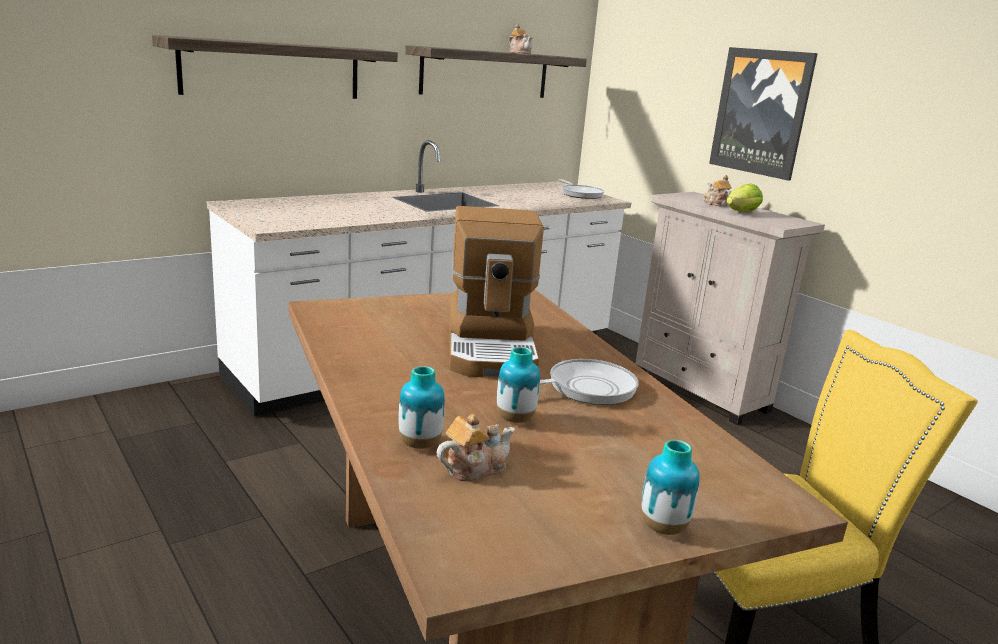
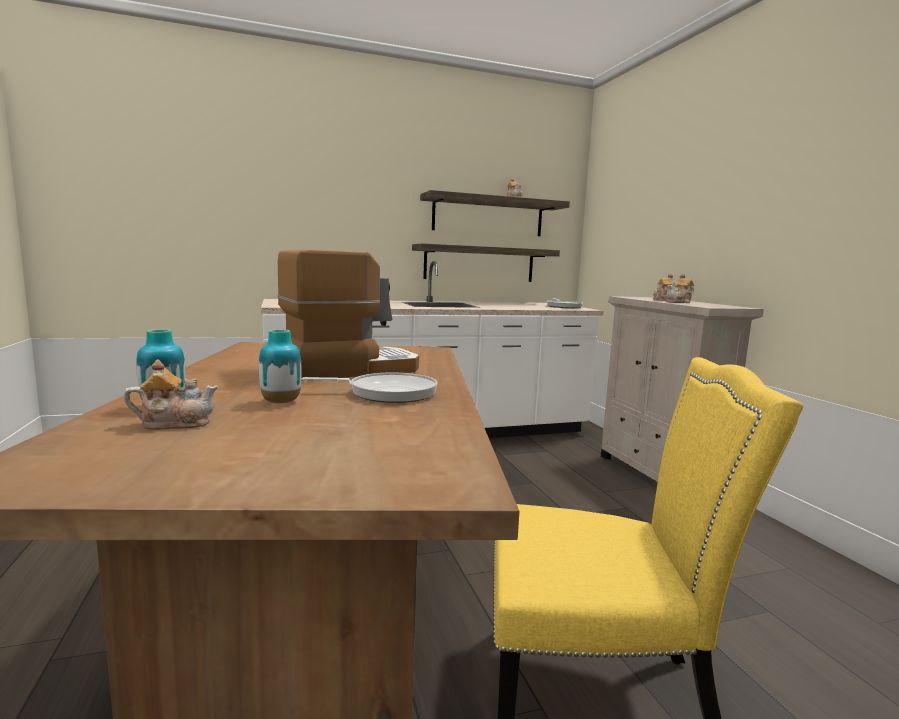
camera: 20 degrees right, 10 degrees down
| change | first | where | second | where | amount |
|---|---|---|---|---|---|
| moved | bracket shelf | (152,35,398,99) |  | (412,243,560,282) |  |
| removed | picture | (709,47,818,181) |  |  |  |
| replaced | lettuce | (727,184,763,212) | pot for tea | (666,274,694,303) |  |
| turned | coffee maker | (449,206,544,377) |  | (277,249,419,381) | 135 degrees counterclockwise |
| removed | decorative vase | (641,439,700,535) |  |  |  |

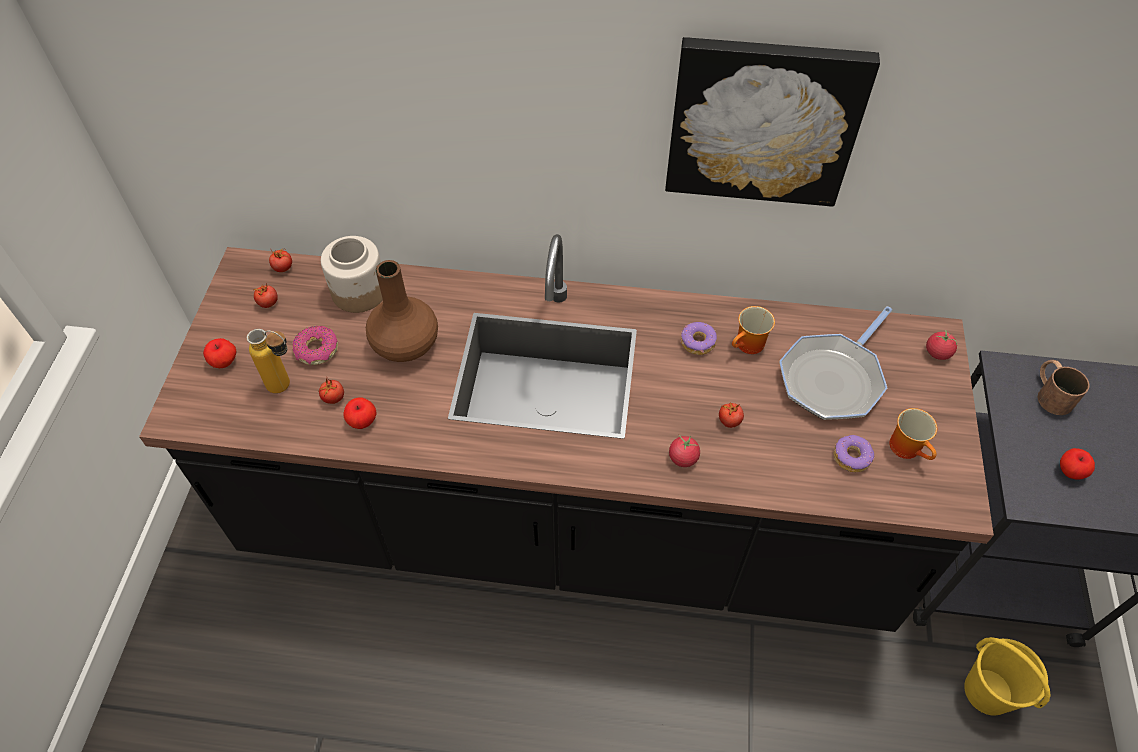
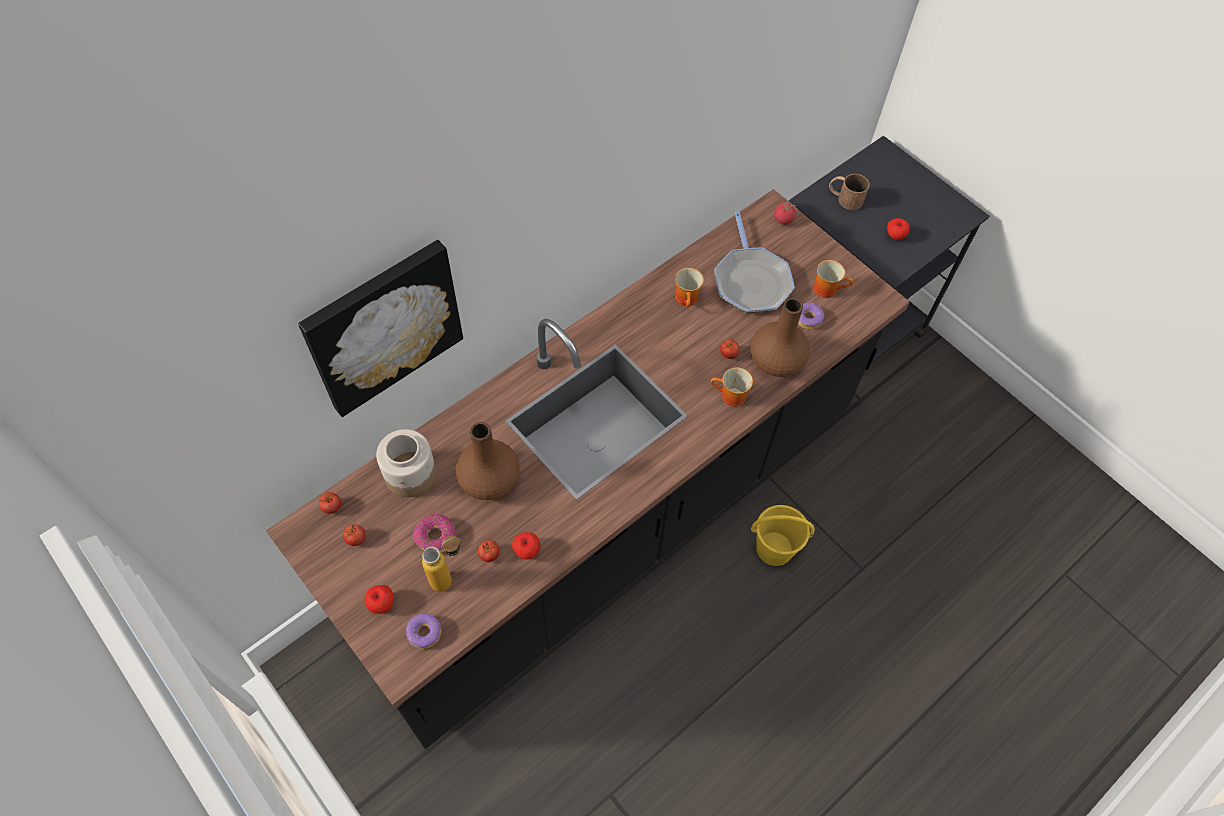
camera: 50 degrees left, 5 degrees up
| change | first | where | second | where | amount |
|---|---|---|---|---|---|
| moved | picture | (665,37,880,207) |  | (298,240,463,417) |  |
| moved | doughnut | (681,322,717,355) |  | (406,613,441,649) |  |
| replaced | tomato | (669,434,700,467) | coffee mug | (711,367,753,407) |  |
| moved | yellow-coloured bucket | (964,637,1051,716) |  | (751,505,815,566) |  |
| added |  |  | brown-coloured decorative vase | (750,298,810,377) |  |

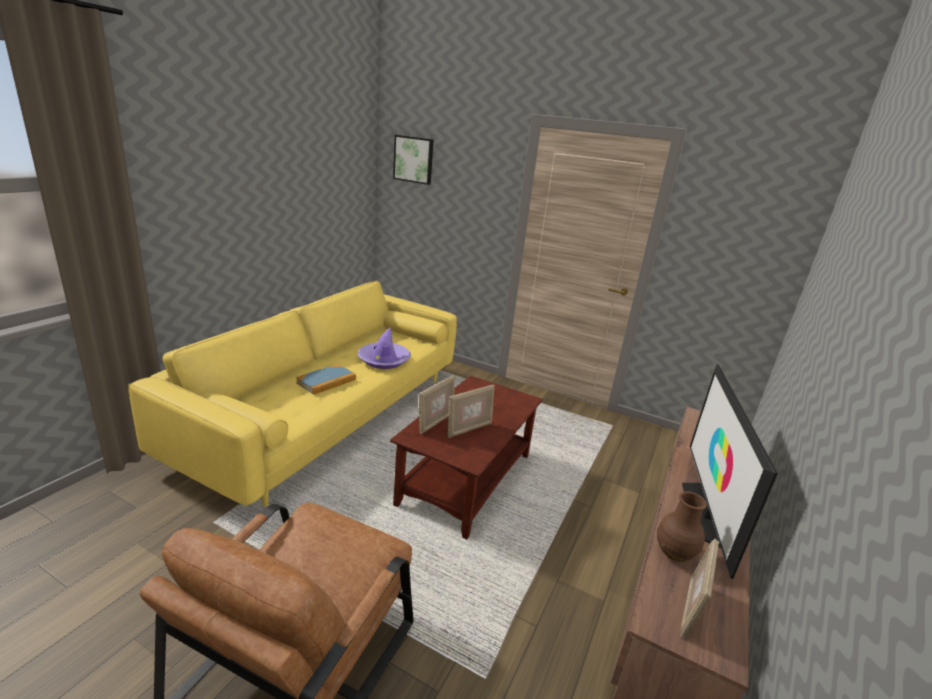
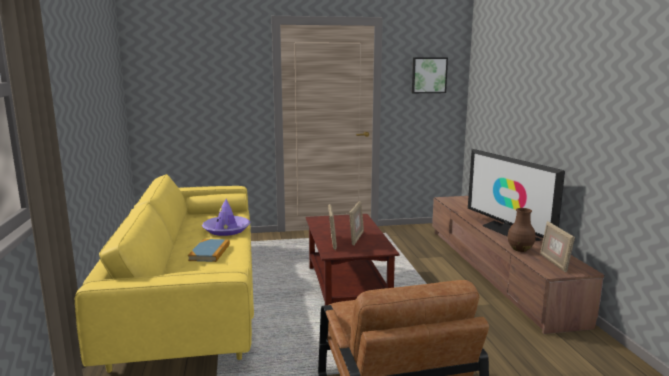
camera: 35 degrees left, 10 degrees down
| change | first | where | second | where | amount |
|---|---|---|---|---|---|
| moved | picture | (393,135,434,185) |  | (412,58,448,93) |  |

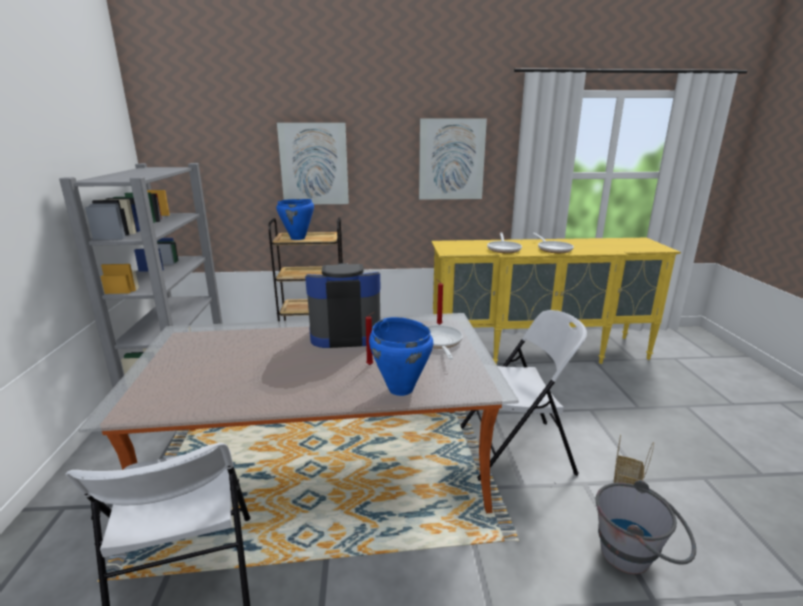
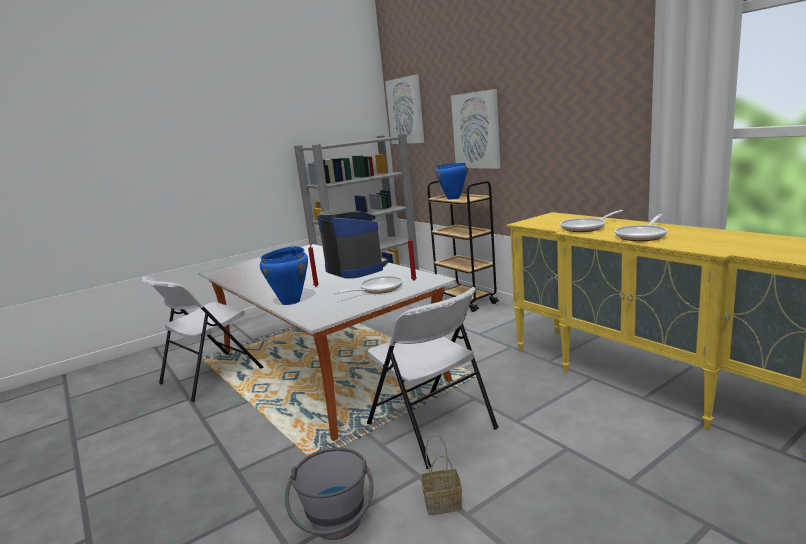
camera: 60 degrees right, 5 degrees down
| change | first | where | second | where | amount |
|---|---|---|---|---|---|
| moved | picture | (419,118,487,200) |  | (385,75,424,144) |  |

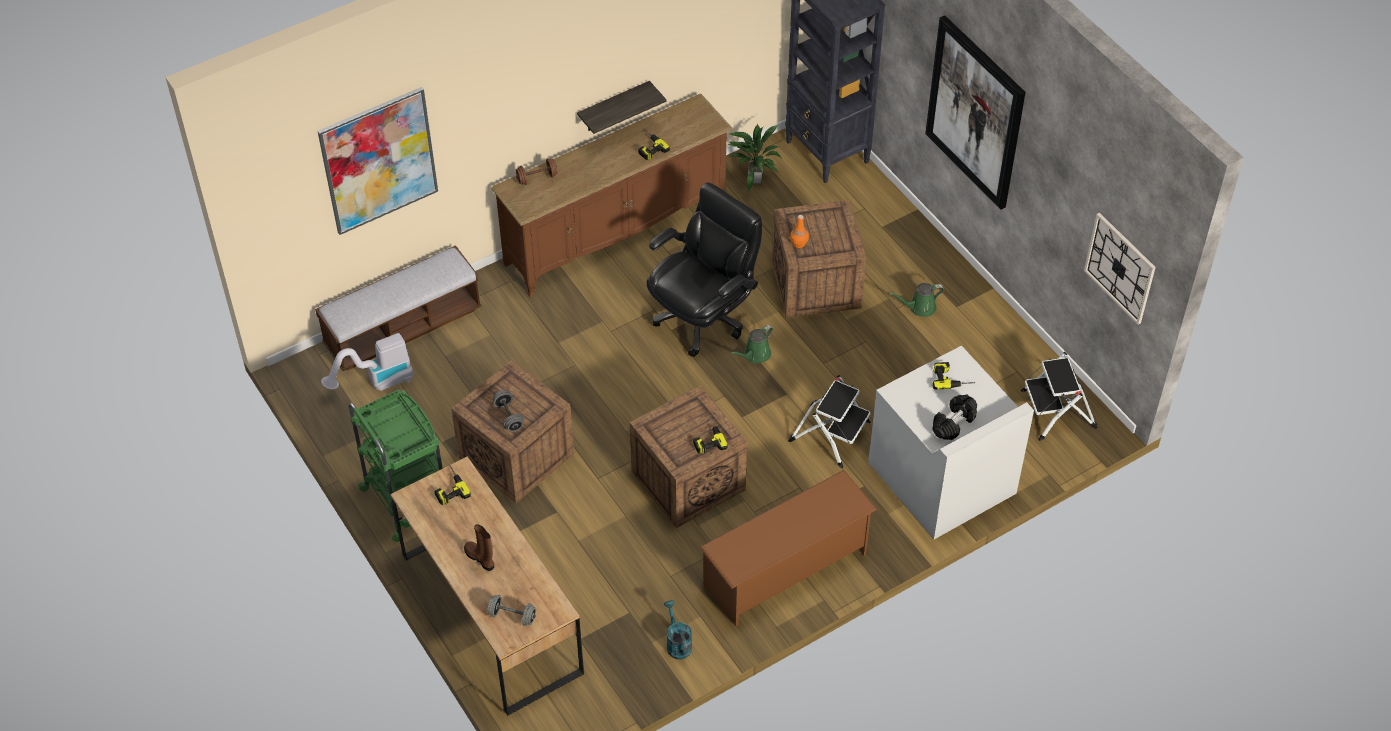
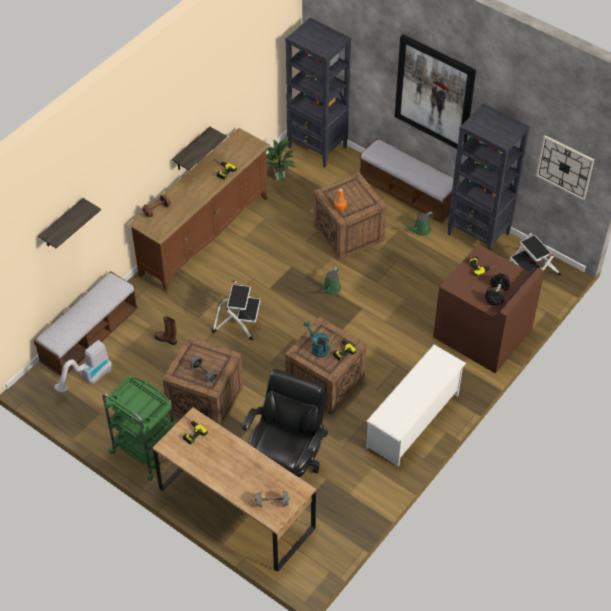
camera: 20 degrees left, 0 degrees up
| change | first | where | second | where | amount |
|---|---|---|---|---|---|
| replaced | picture | (318,87,438,235) | bracket shelf | (38,198,101,248) |  |
| moved | blackish computer chair | (647,182,762,357) |  | (242,369,328,477) |  |
| recoloured | white-coloured laundry machine | (868,345,1034,540) | brown-coloured laundry machine | (433,244,545,374) |  |
| moved | step ladder | (788,375,871,468) |  | (212,280,260,340) |  |
| recoloured | brown-coloured shoe stand | (700,470,877,626) | white-coloured shoe stand | (366,345,466,466) |  |
| moved | brown-coloured tall boot | (464,524,494,571) |  | (155,316,177,345) |  |
| moved | blue-green sprinkling can | (664,600,692,660) |  | (303,321,330,358) |  |
| added |  |  | blackish shelving unit | (447,103,530,250) |  |
| added |  |  | bench | (360,138,461,222) |  |

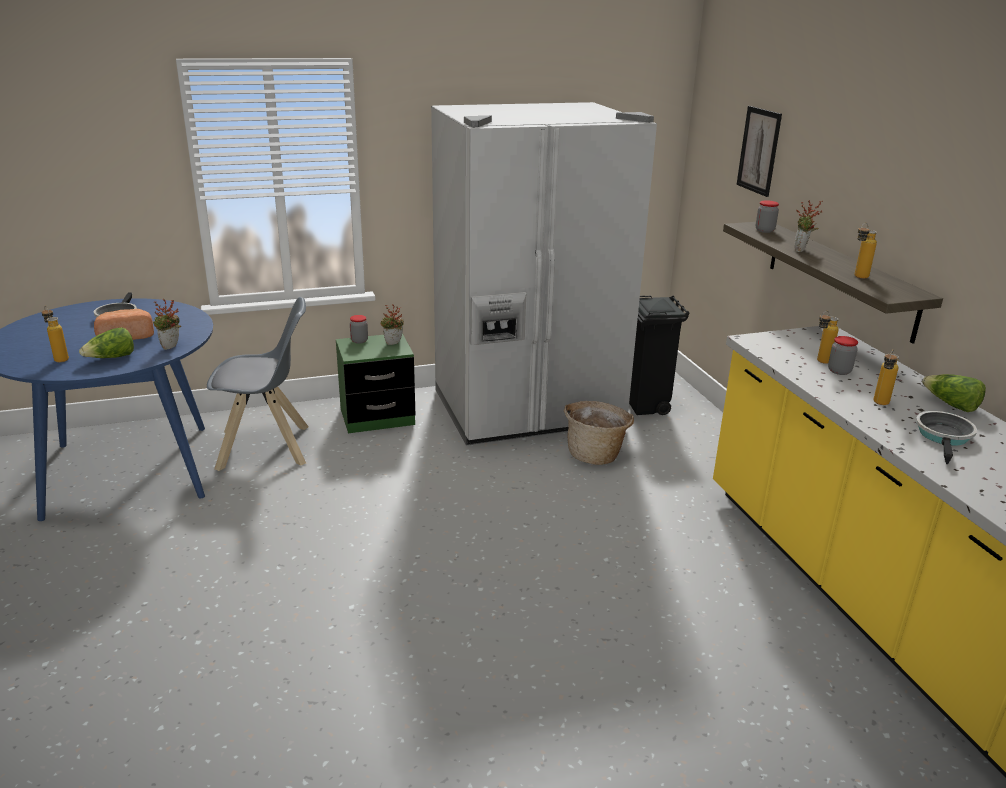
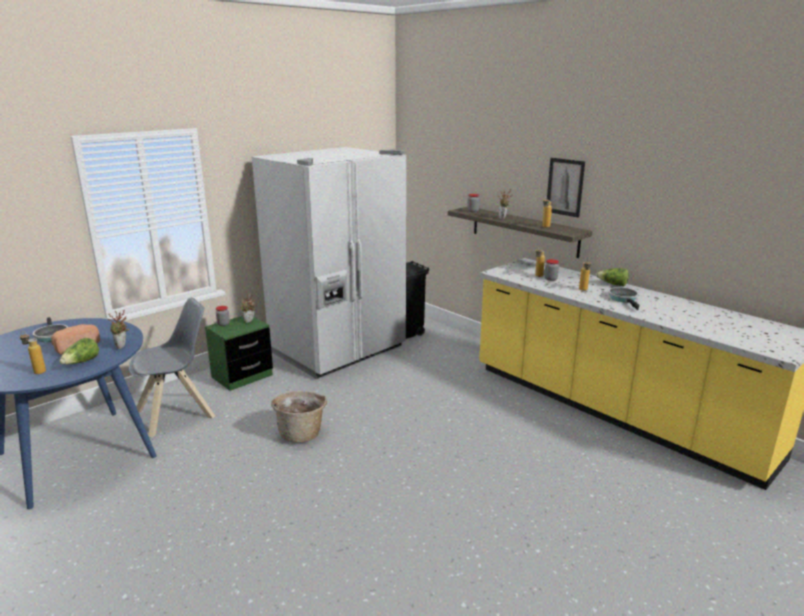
camera: 25 degrees left, 5 degrees down
| change | first | where | second | where | amount |
|---|---|---|---|---|---|
| moved | picture | (737,106,782,197) |  | (547,158,585,218) |  |
| moved | household basket | (564,401,634,465) |  | (271,391,327,443) |  |

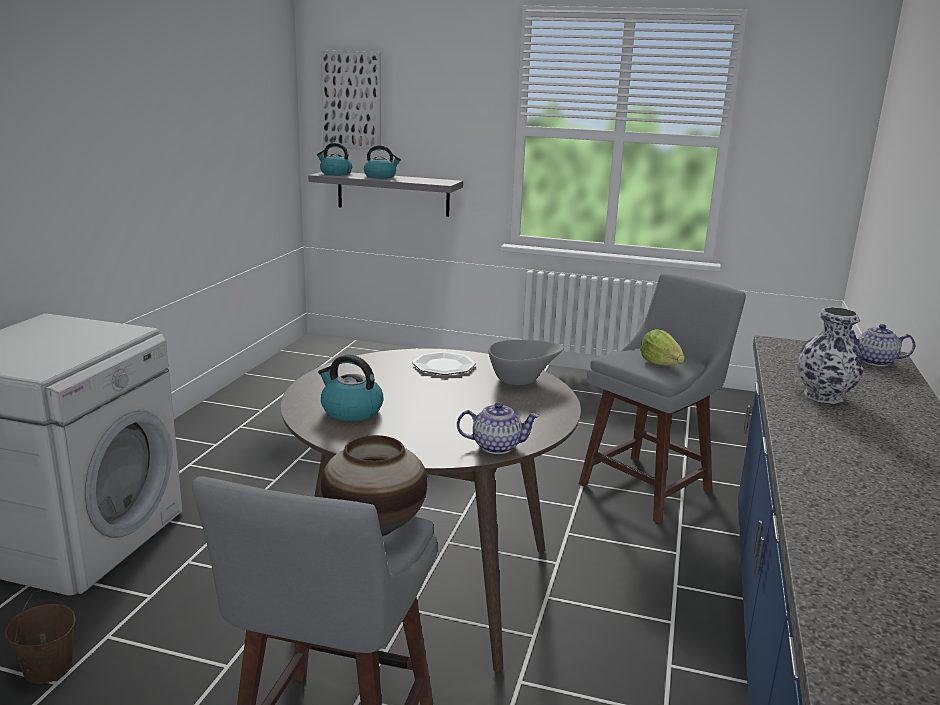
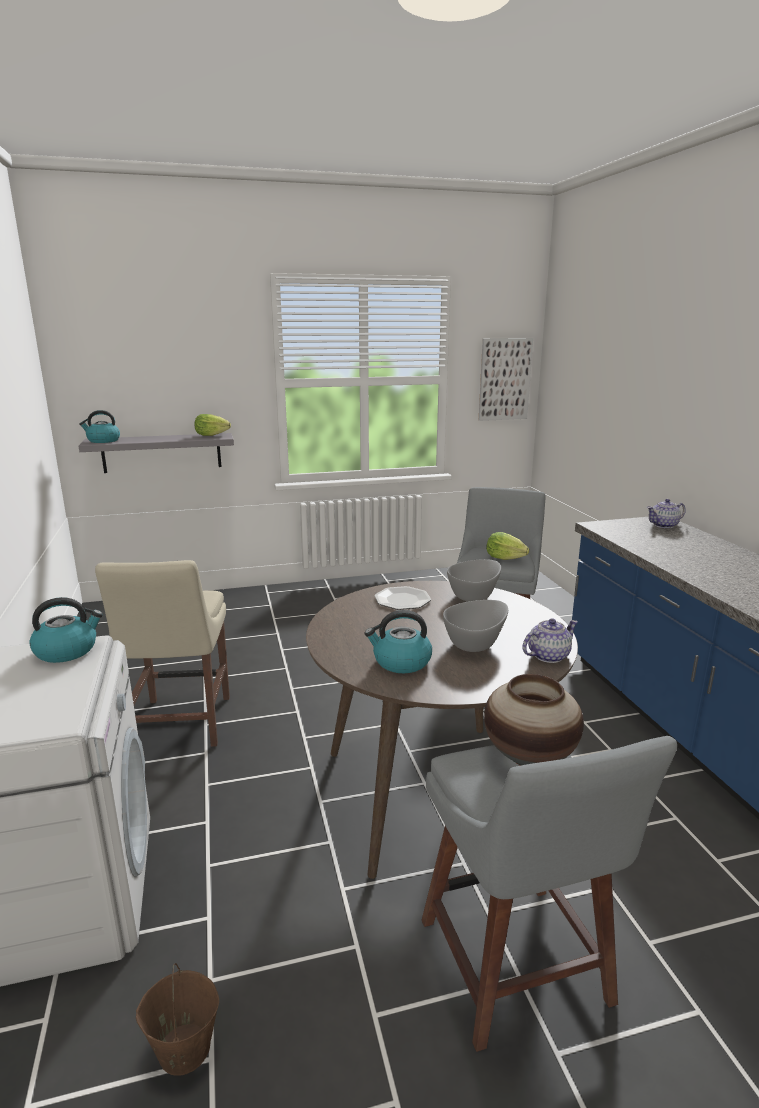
camera: 30 degrees left, 0 degrees up
| change | first | where | second | where | amount |
|---|---|---|---|---|---|
| moved | picture | (321,50,381,151) |  | (479,338,533,421) |  |
| moved | water kettle | (364,145,401,179) |  | (29,597,103,663) |  |
| removed | decorative vase | (798,307,863,404) |  |  |  |
| added |  |  | lettuce | (194,414,231,436) |  |
| added |  |  | beige chair | (95,560,230,747) |  |
| added |  |  | greyish bowl | (443,600,508,652) |  |

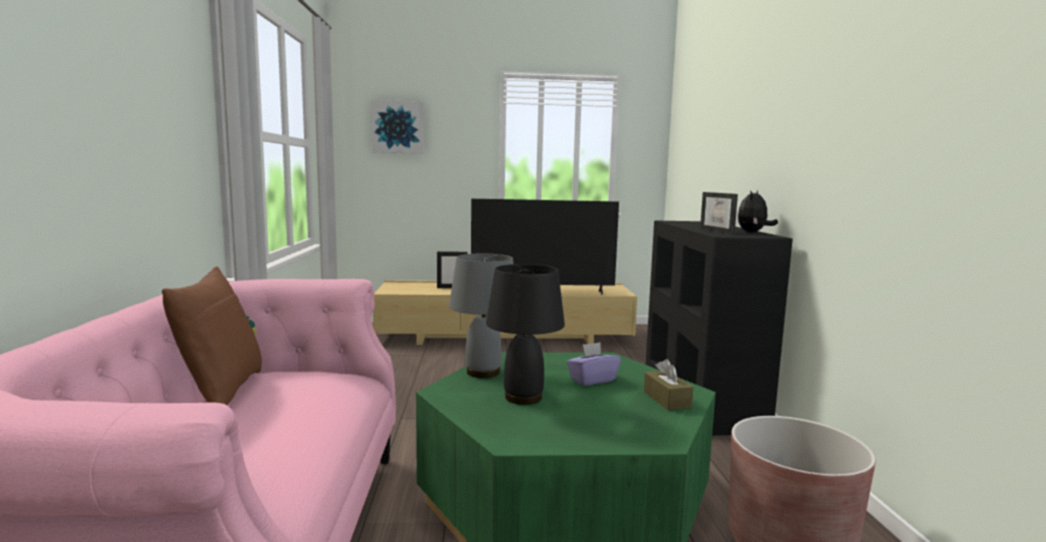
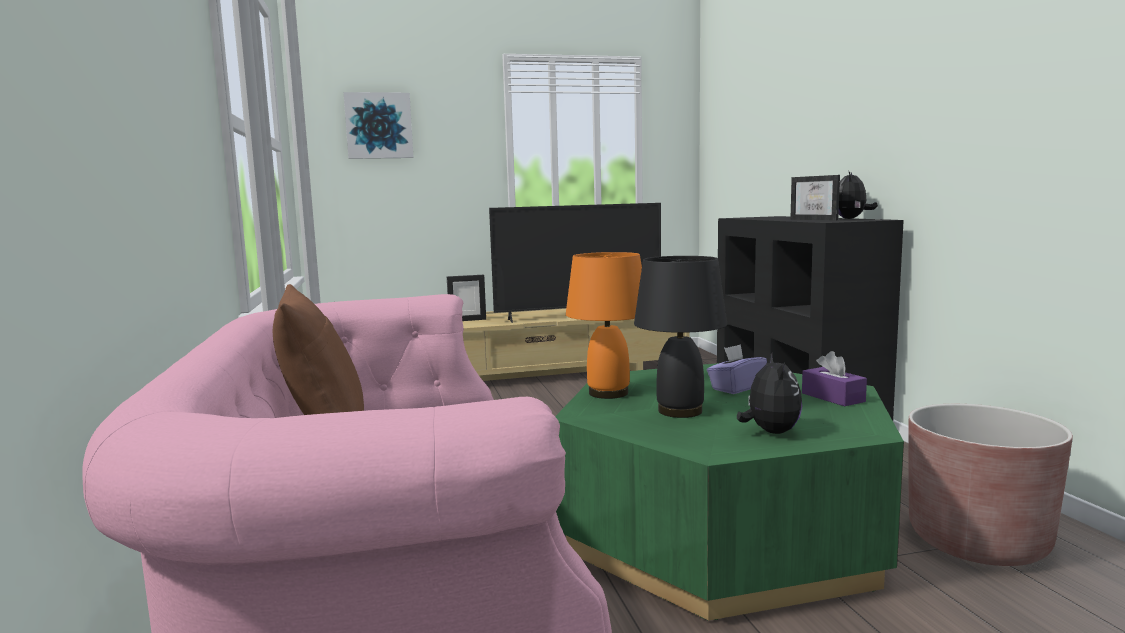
camera: 10 degrees left, 0 degrees up
| change | first | where | second | where | amount |
|---|---|---|---|---|---|
| recoloured | greyish lamp for a table | (449,254,514,378) | orangey lamp for a table | (566,252,642,399) |  |
| recoloured | brown-coloured tissue holder | (644,359,693,410) | purple tissue holder | (802,351,867,406) |  |
| added |  |  | cuddly toy | (737,353,802,434) |  |

